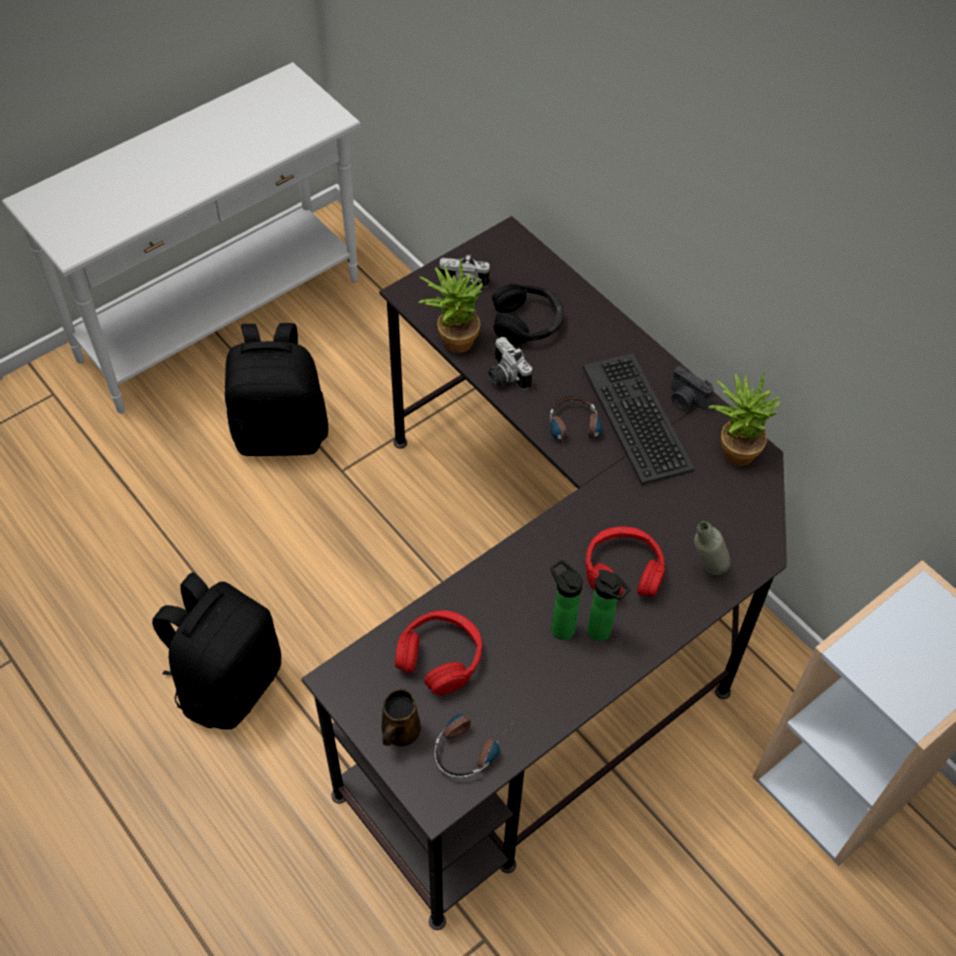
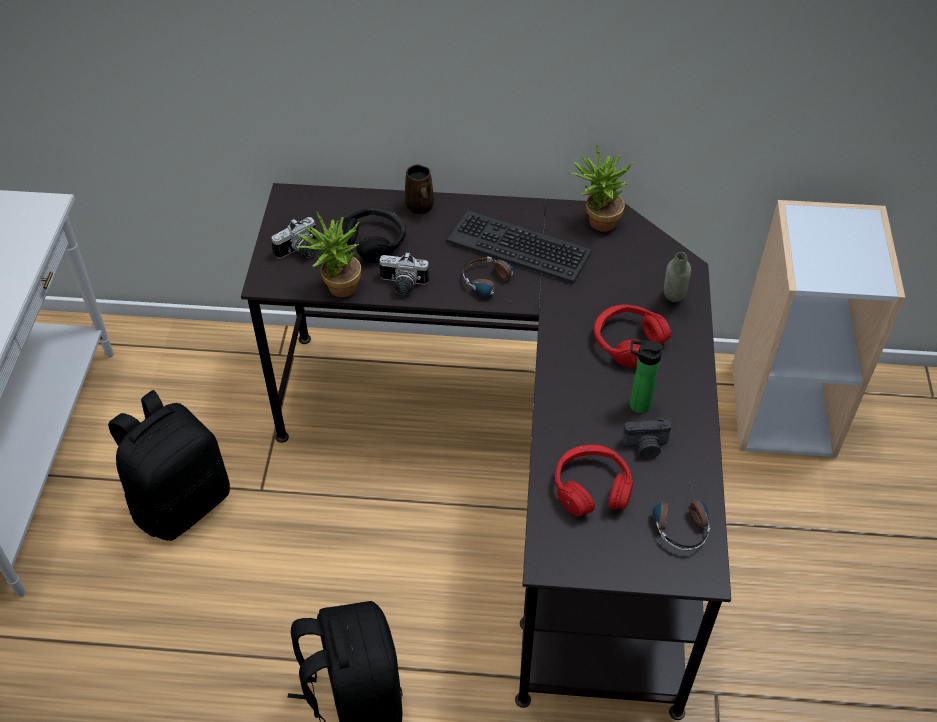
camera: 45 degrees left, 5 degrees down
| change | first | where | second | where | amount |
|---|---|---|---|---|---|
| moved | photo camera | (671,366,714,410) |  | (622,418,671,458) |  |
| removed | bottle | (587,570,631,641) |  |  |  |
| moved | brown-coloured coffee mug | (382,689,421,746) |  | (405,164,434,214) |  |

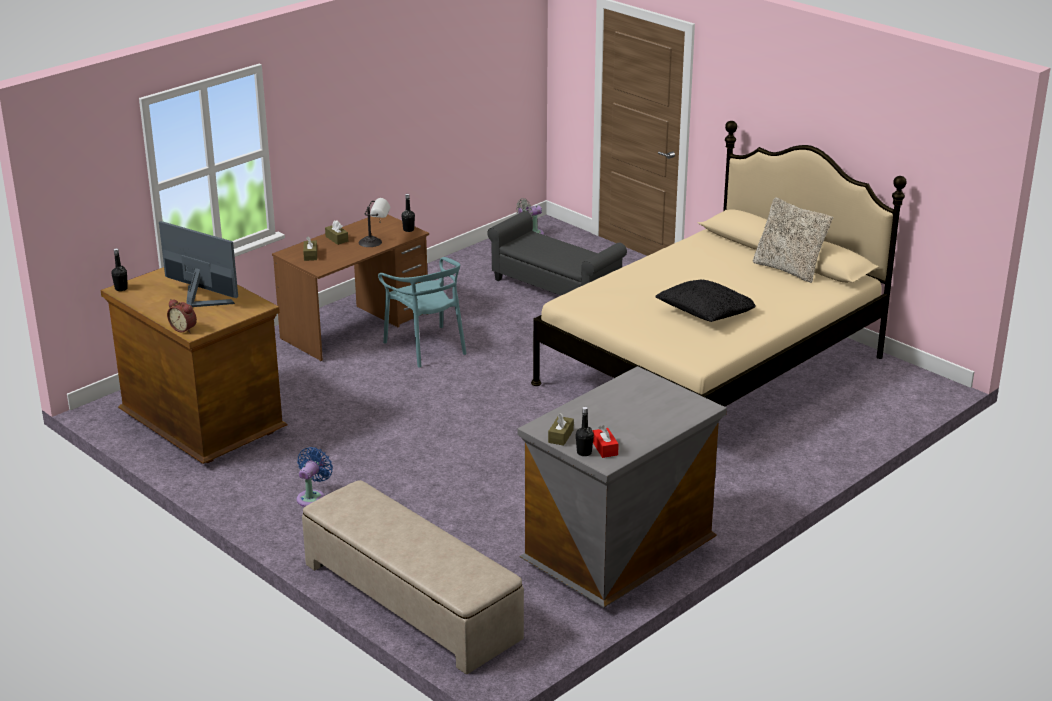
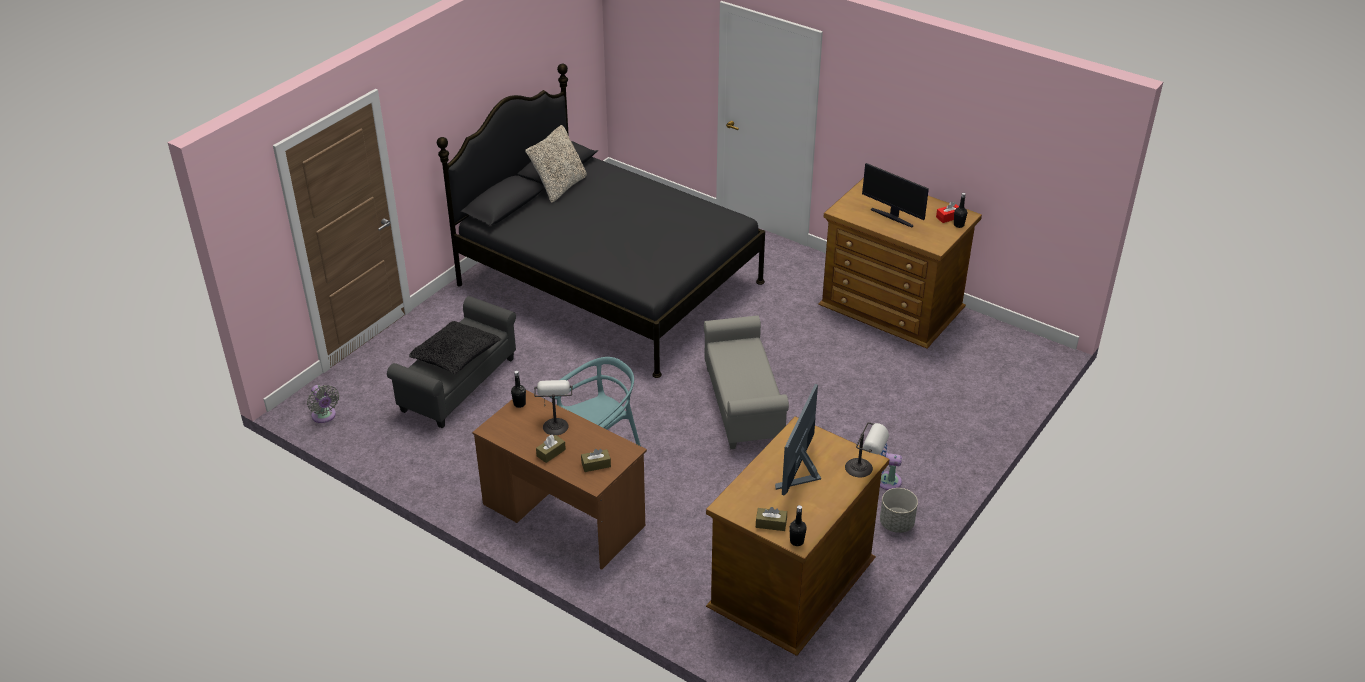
camera: 100 degrees left, 10 degrees up
| change | first | where | second | where | amount |
|---|---|---|---|---|---|
| recoloured | beige bed | (531,121,907,407) | blackish bed | (437,64,765,378) |  |
| moved | blackish pillow | (655,279,756,322) |  | (409,321,501,374) |  |
| replaced | table clock | (167,299,197,333) | lamp for a table | (845,422,889,477) |  |
| recoloured | greyish drawer chest | (517,366,727,608) | brown-coloured drawer chest | (818,178,982,349) |  |
| moved | brown-coloured tissue holder | (548,413,574,446) |  | (756,507,787,531) |  |
| removed | beige bench | (302,480,524,674) |  |  |  |
| added |  |  | computer screen | (862,163,929,228) |  |
| added |  |  | greyish ottoman | (704,315,789,449) |  |
| added |  |  | greyish planter | (880,488,918,533) |  |

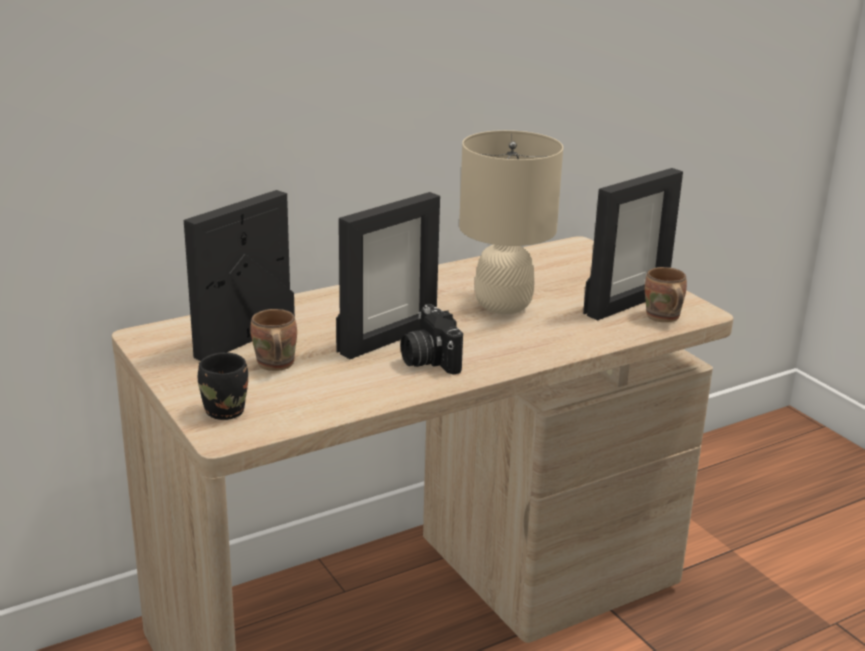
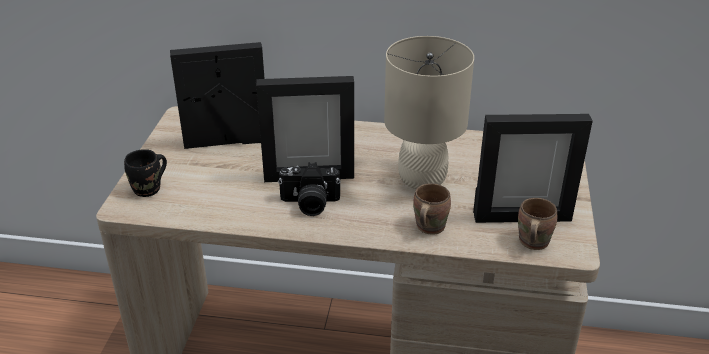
camera: 40 degrees right, 10 degrees up
| change | first | where | second | where | amount |
|---|---|---|---|---|---|
| turned | photo camera | (401,304,463,375) |  | (278,162,341,216) | 105 degrees counterclockwise |
| moved | brown-coloured coffee mug | (250,309,297,371) |  | (413,183,451,235) |  |

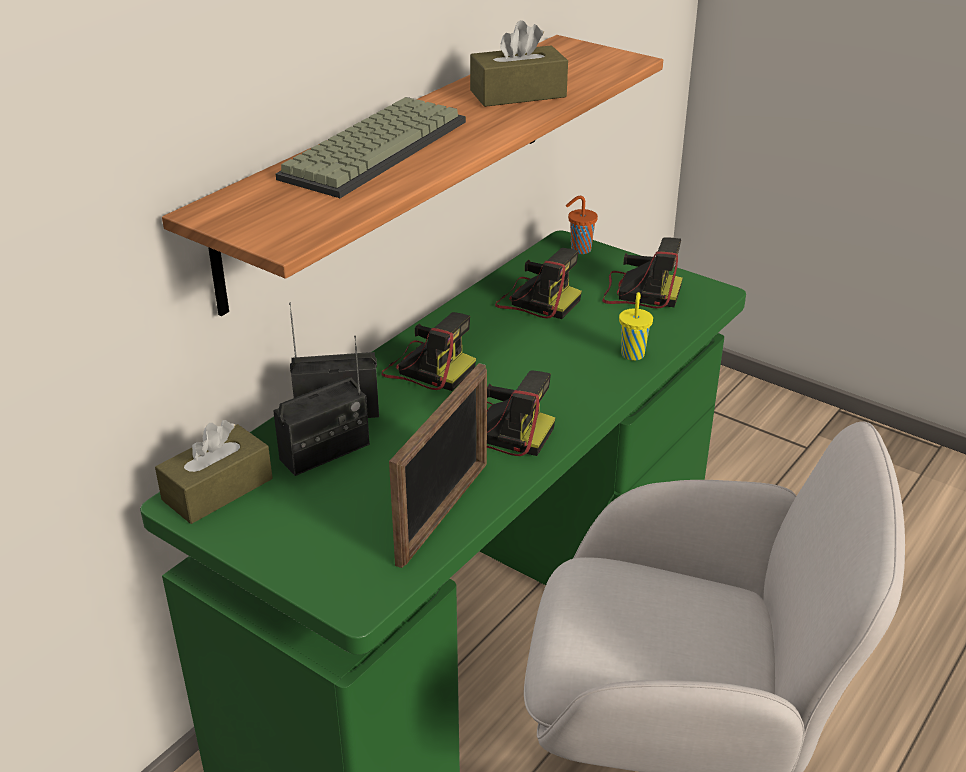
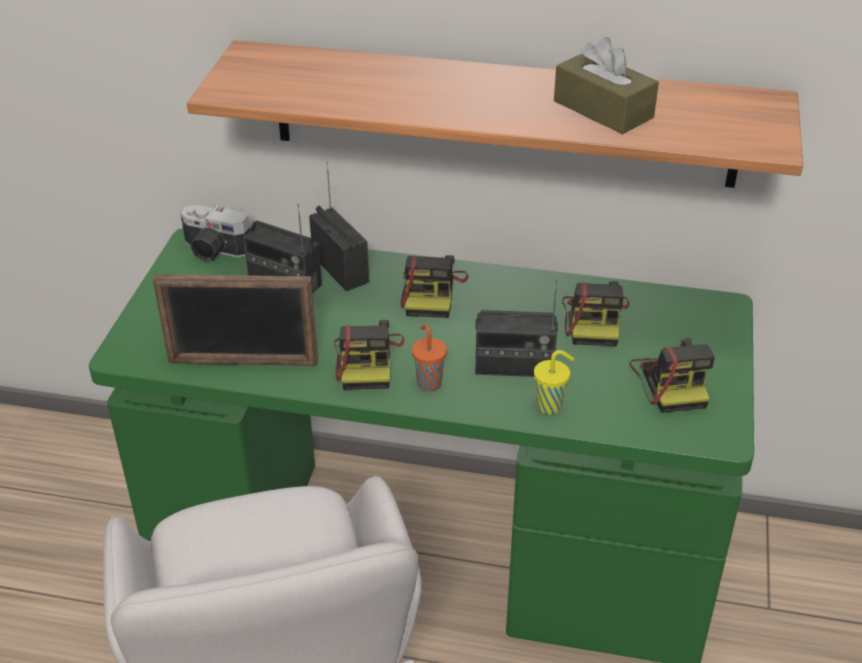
camera: 65 degrees right, 5 degrees up
| change | first | where | second | where | amount |
|---|---|---|---|---|---|
| removed | computer keyboard | (276,97,466,198) |  |  |  |
| moved | orangey drinking cup | (566,196,598,254) |  | (412,324,447,391) |  |
| replaced | brown-coloured tissue holder | (155,420,273,524) | photo camera | (180,205,250,262) |  |
| added |  |  | radio set | (475,280,558,377) |  |

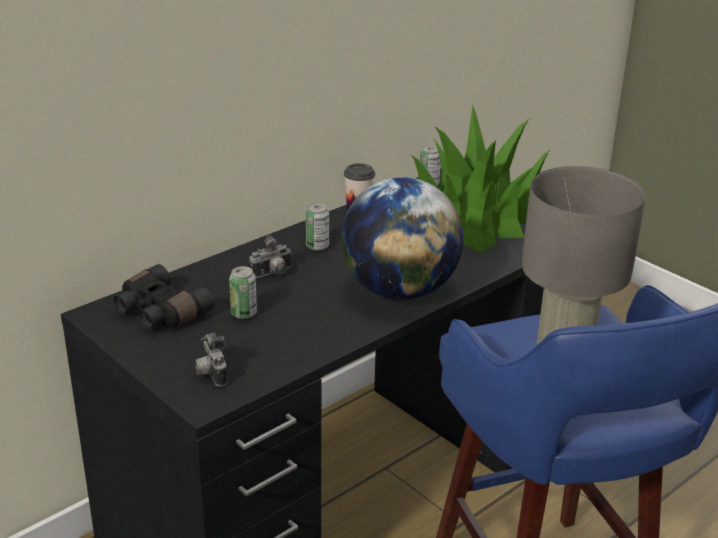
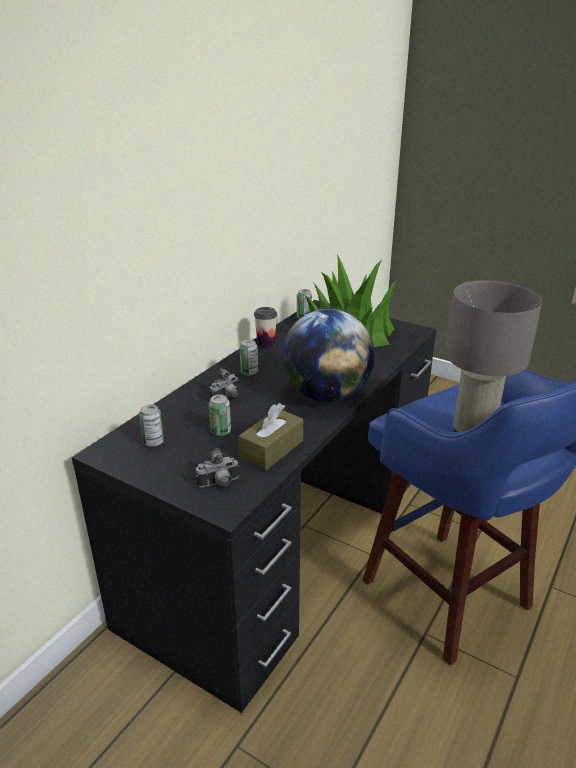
camera: 15 degrees left, 0 degrees up
| change | first | where | second | where | amount |
|---|---|---|---|---|---|
| replaced | blackish pair of binoculars | (114,264,214,329) | sealed can | (139,404,164,447) |  |
| turned | photo camera | (195,332,228,387) |  | (196,448,239,487) | 75 degrees counterclockwise |
| added |  |  | brown-coloured tissue holder | (238,403,303,471) |  |

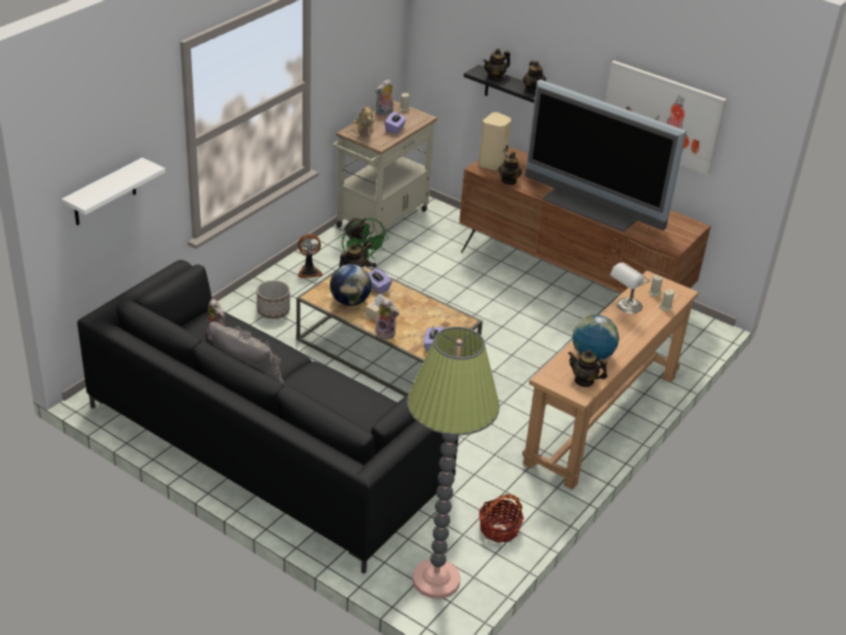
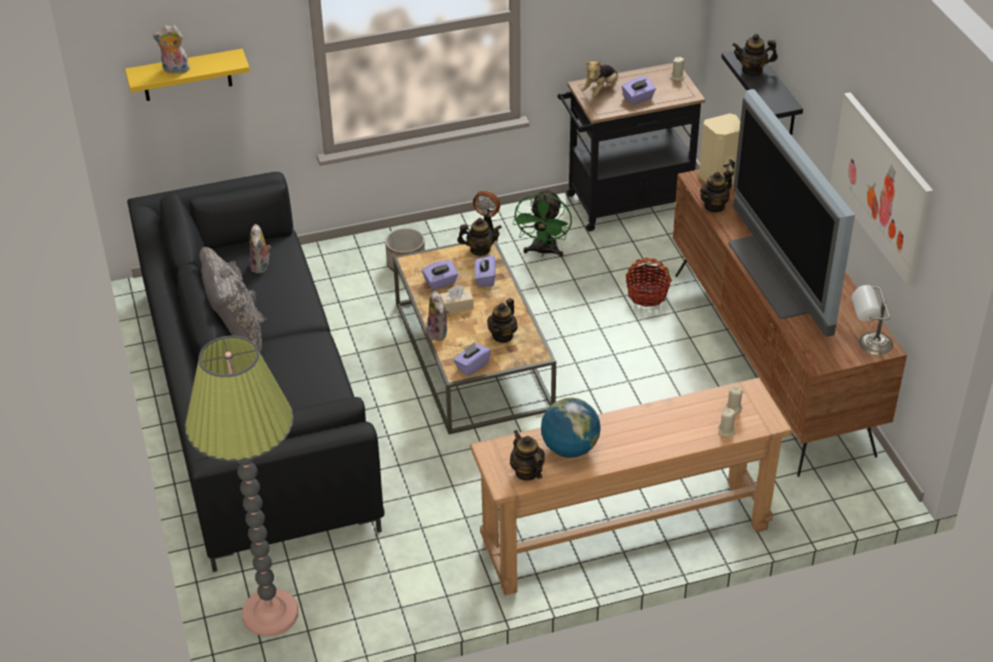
camera: 40 degrees right, 5 degrees up
| change | first | where | second | where | amount |
|---|---|---|---|---|---|
| moved | pot for tea | (523,61,546,94) |  | (487,298,518,343) |  |
| moved | cuddly toy | (375,79,393,116) |  | (153,25,190,74) |  |
| recoloured | beige wheeled cart | (333,100,437,236) | blackish wheeled cart | (558,63,705,232) |  |
| recoloured | white-coloured bracket shelf | (61,157,165,225) | yellow-coloured bracket shelf | (125,49,250,101) |  |
| moved | white-coloured lamp for a table | (610,262,650,314) |  | (851,285,893,355) |  |
| replaced | globe | (330,264,372,306) | purple tissue holder | (422,260,458,290) |  |
| moved | household basket | (479,494,524,543) |  | (625,258,672,307) |  |

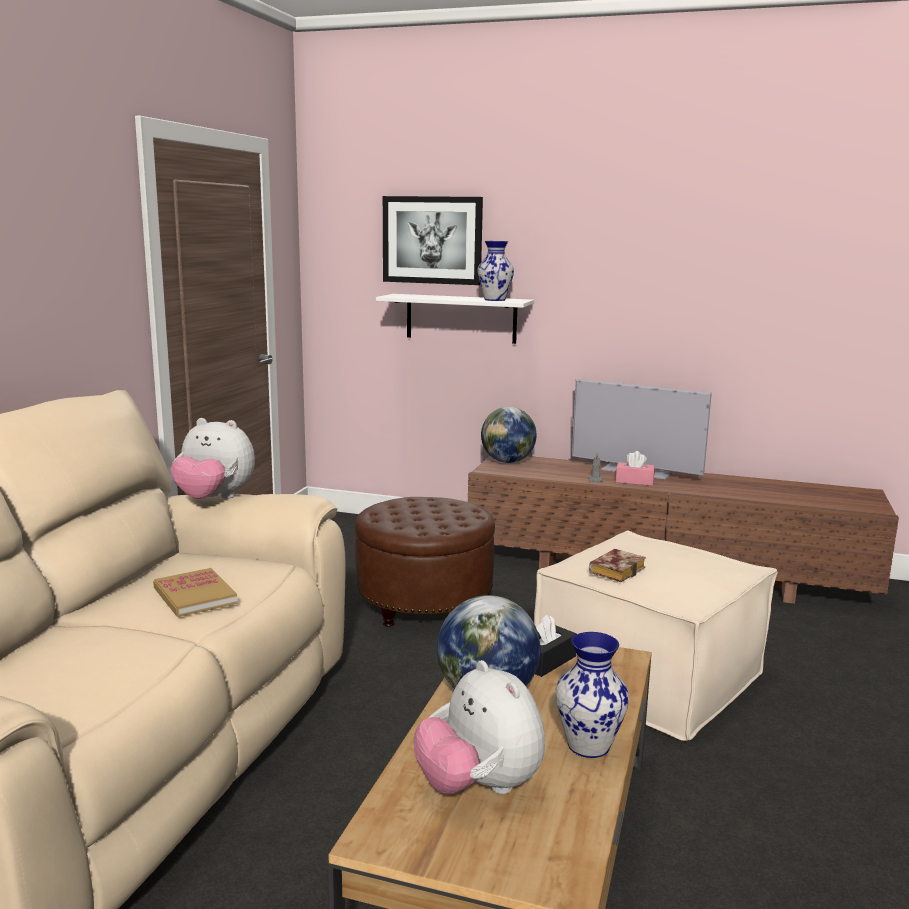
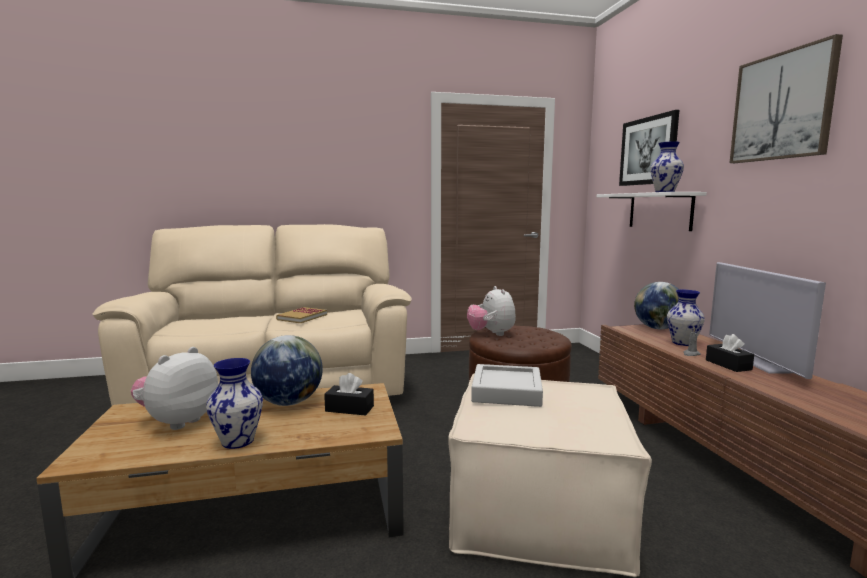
camera: 60 degrees right, 5 degrees down
| change | first | where | second | where | amount |
|---|---|---|---|---|---|
| moved | cuddly toy | (170,418,255,499) |  | (467,286,516,336) |  |
| recoloured | pinkish tissue holder | (616,451,655,486) | blackish tissue holder | (706,334,754,372) |  |
| replaced | volume | (589,549,646,582) | greyish serving tray | (471,364,543,407) |  |
| added |  |  | picture | (729,34,843,163) |  |
| added |  |  | decorative vase | (667,290,705,346) |  |

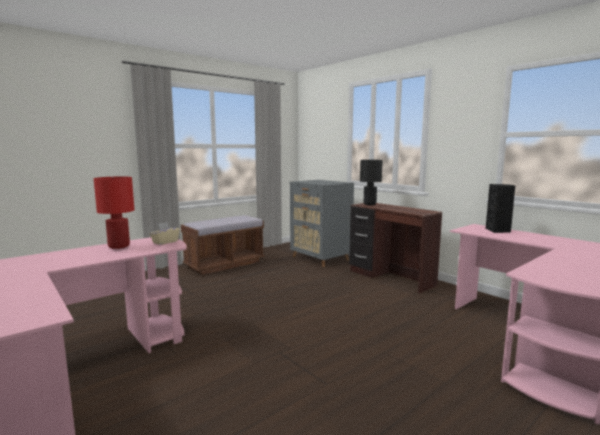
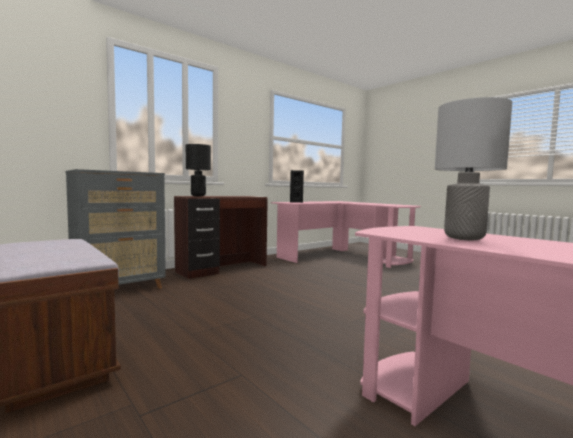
camera: 90 degrees left, 5 degrees down
| change | first | where | second | where | amount |
|---|---|---|---|---|---|
| recoloured | reddish lamp for a table | (94,176,134,249) | greyish lamp for a table | (435,97,512,241) |  |
| removed | beige tissue holder | (150,222,180,245) |  |  |  |

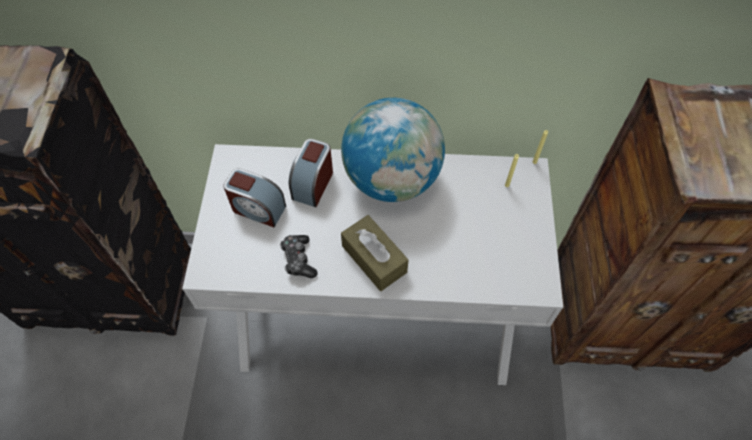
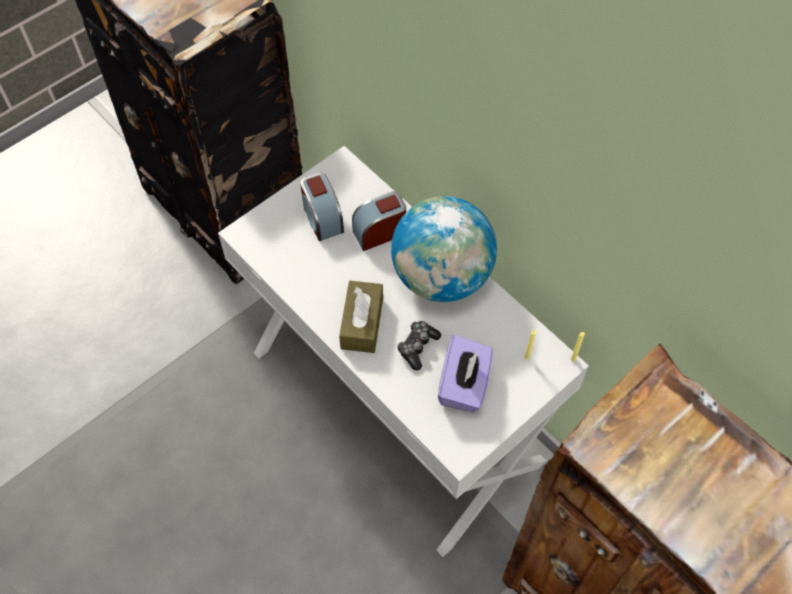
camera: 45 degrees right, 0 degrees up
| change | first | where | second | where | amount |
|---|---|---|---|---|---|
| moved | gamepad | (280,235,317,278) |  | (397,321,441,370) |  |
| added |  |  | purple tissue holder | (438,335,493,412) |  |

